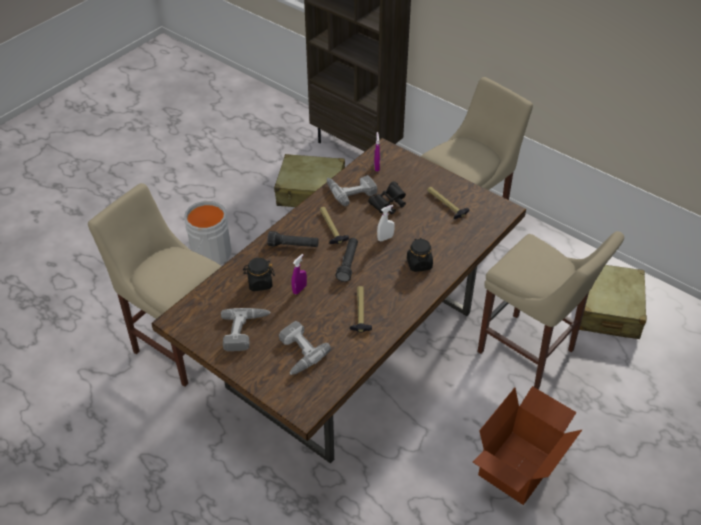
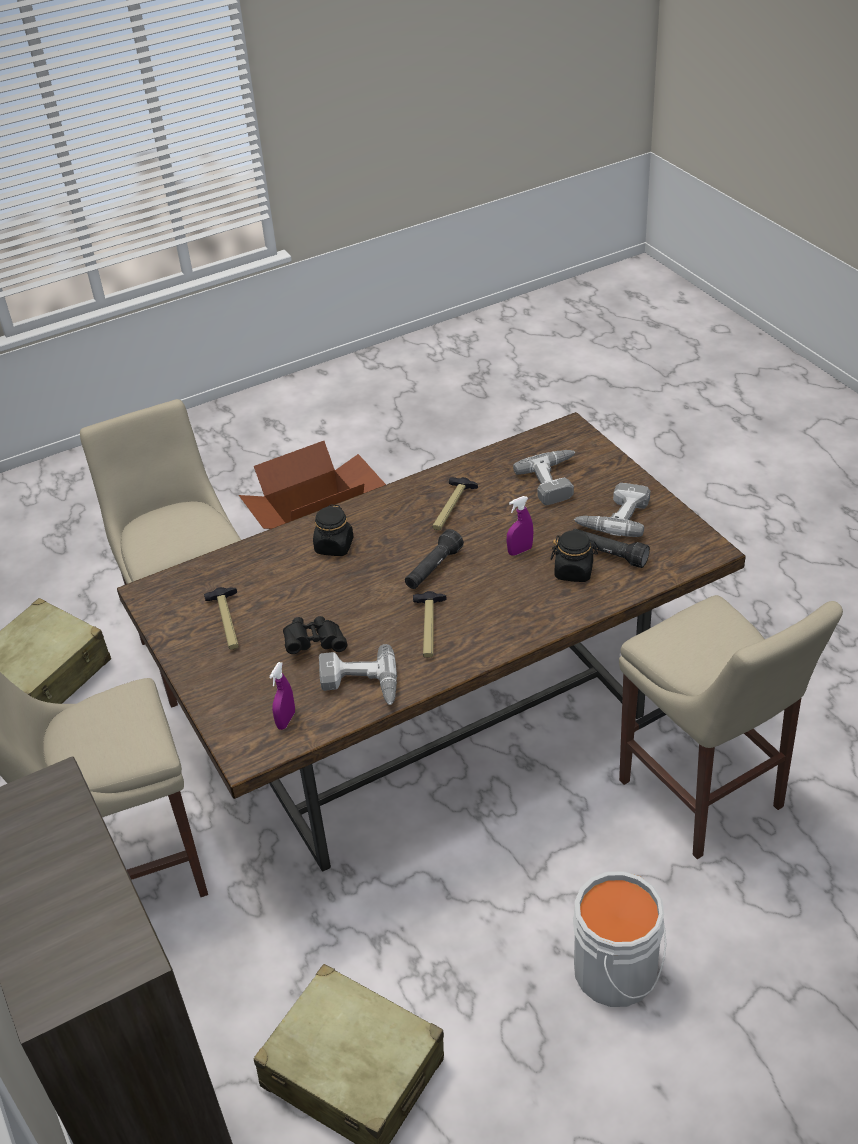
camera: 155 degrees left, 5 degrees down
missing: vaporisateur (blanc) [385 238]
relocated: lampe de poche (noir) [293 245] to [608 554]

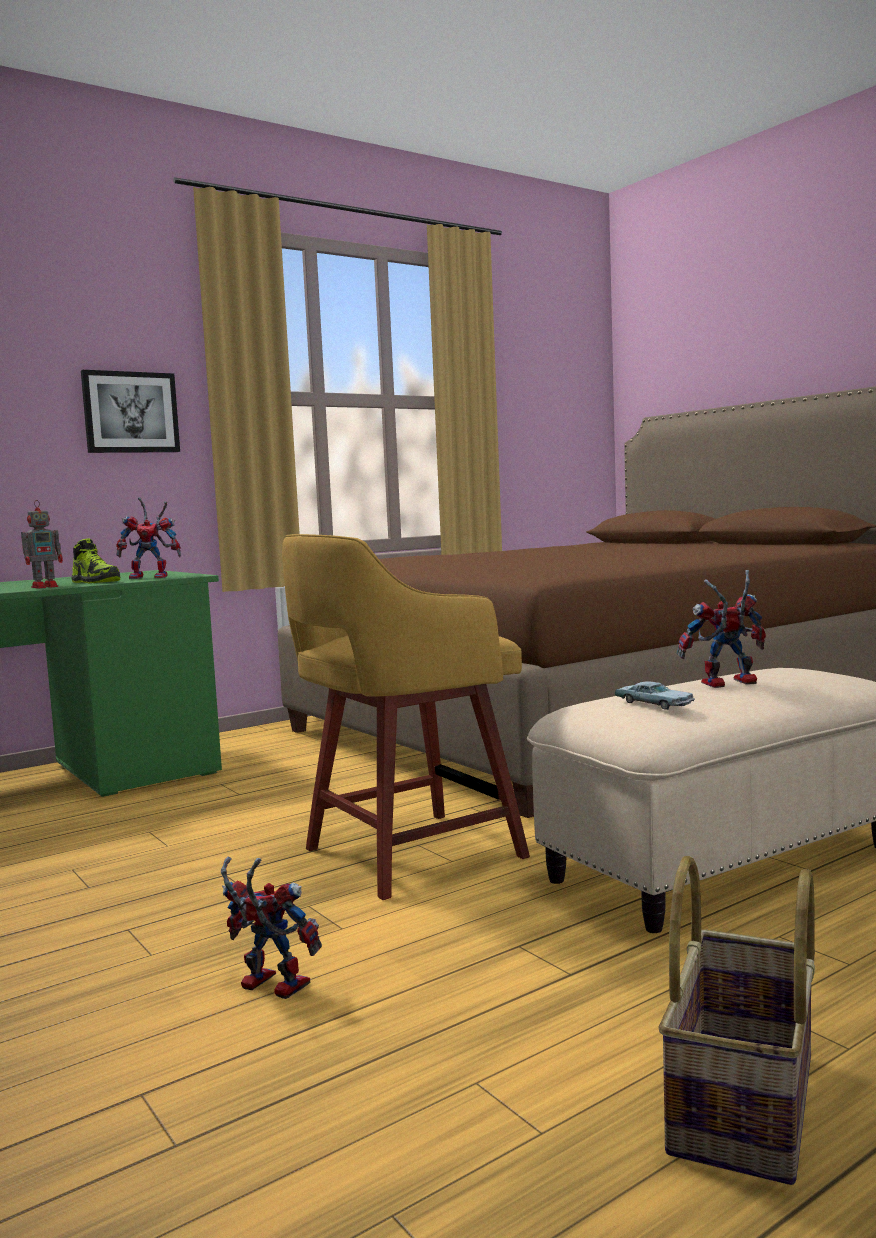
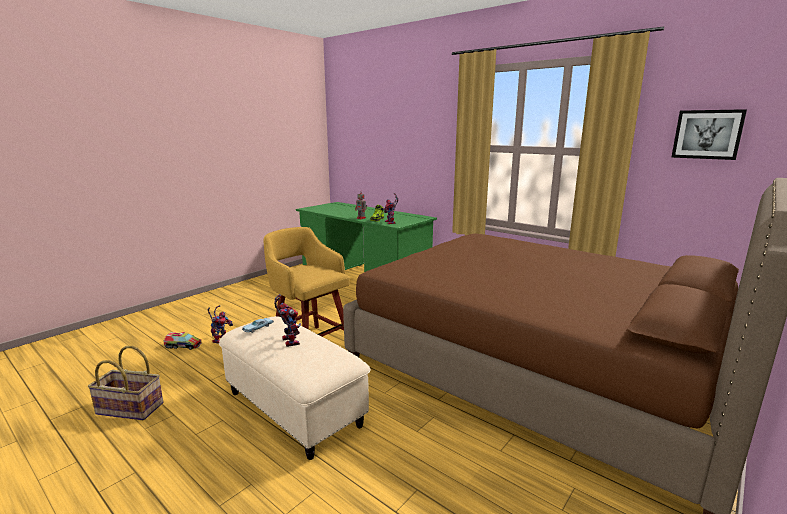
camera: 75 degrees right, 10 degrees up
appeared: camion jouet [183 346]
relocated: tableau [130 412] to [707 134]

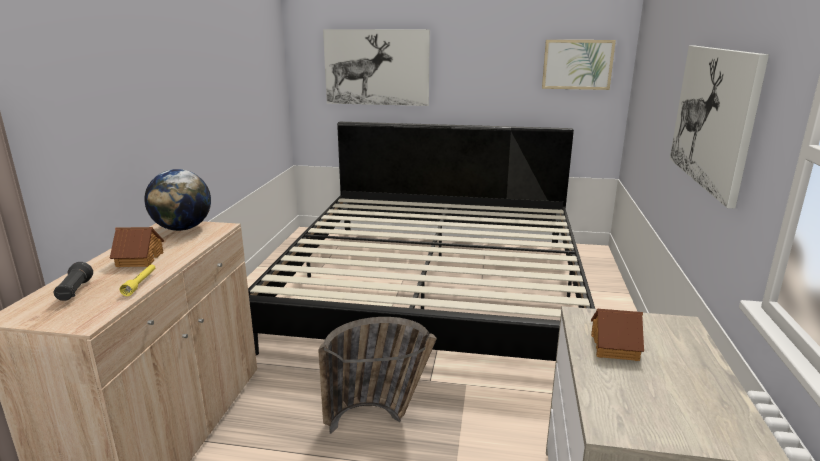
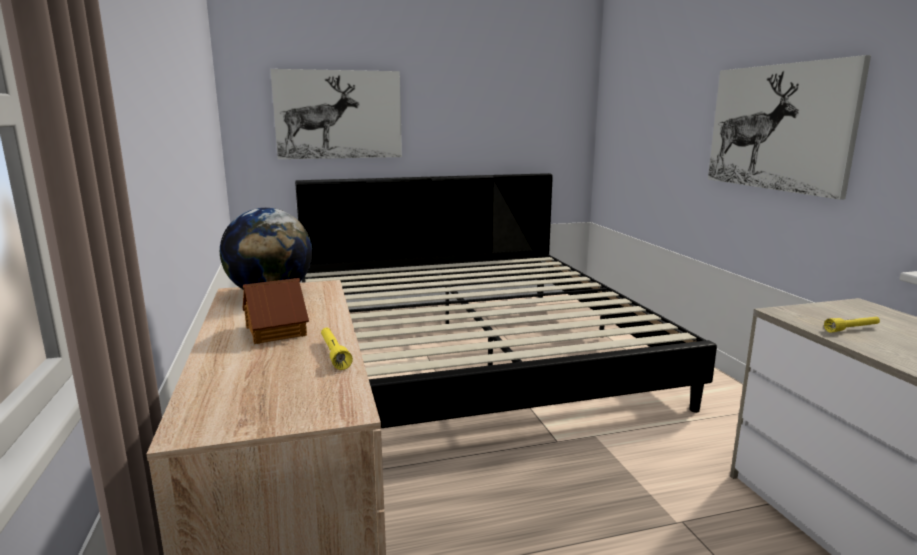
camera: 25 degrees left, 5 degrees down
missing: lampe de poche (noir) [74 291]; panier [378 417]; tableau [577 64]
exchanged: maison miniature [615 347] to lampe de poche (jaune) [852 329]

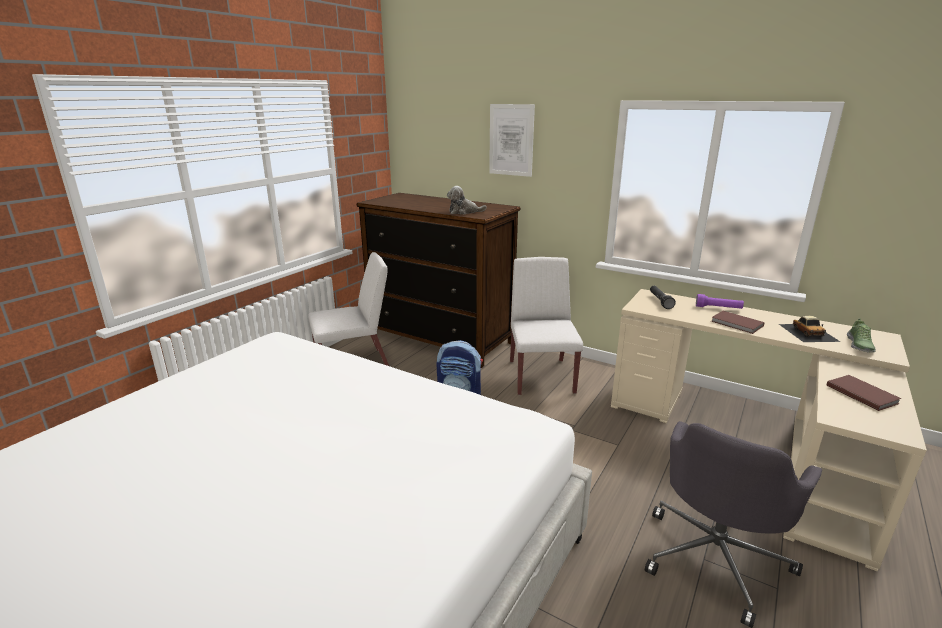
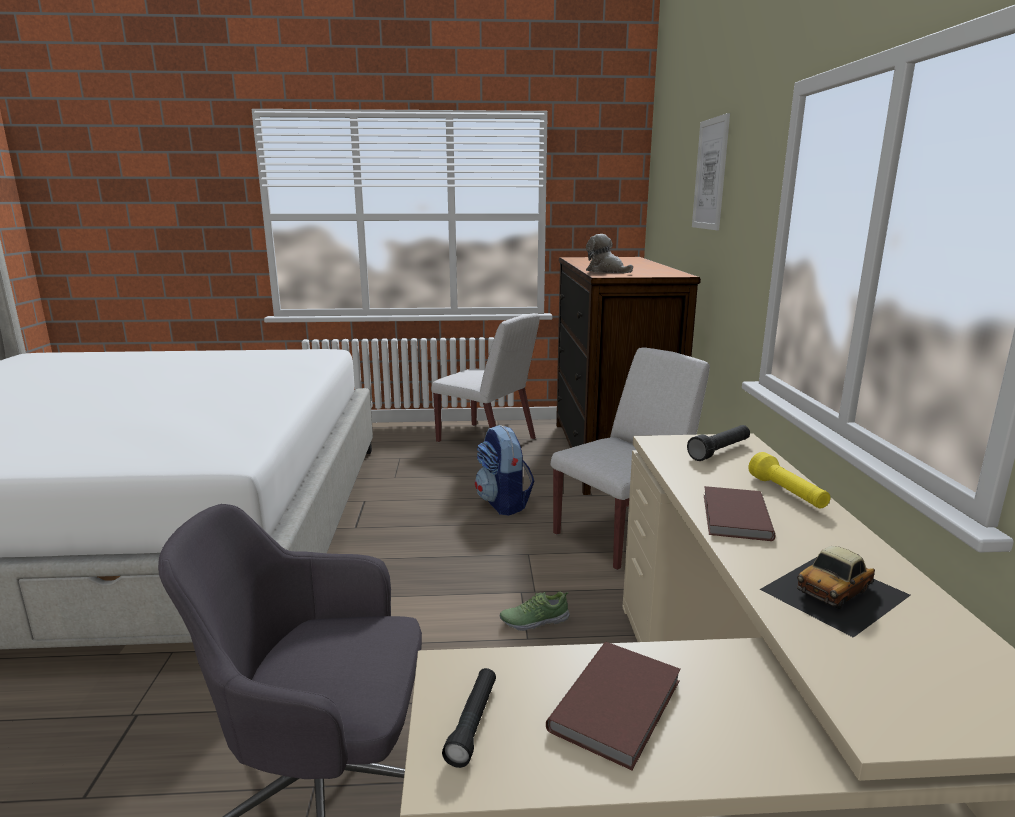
camera: 55 degrees right, 5 degrees down
appeared: lampe de poche (noir) [473 723]
relocated: chaussure [859 345] to [534 620]
colour: lampe de poche (violet) [718 308] to lampe de poche (jaune) [787 493]

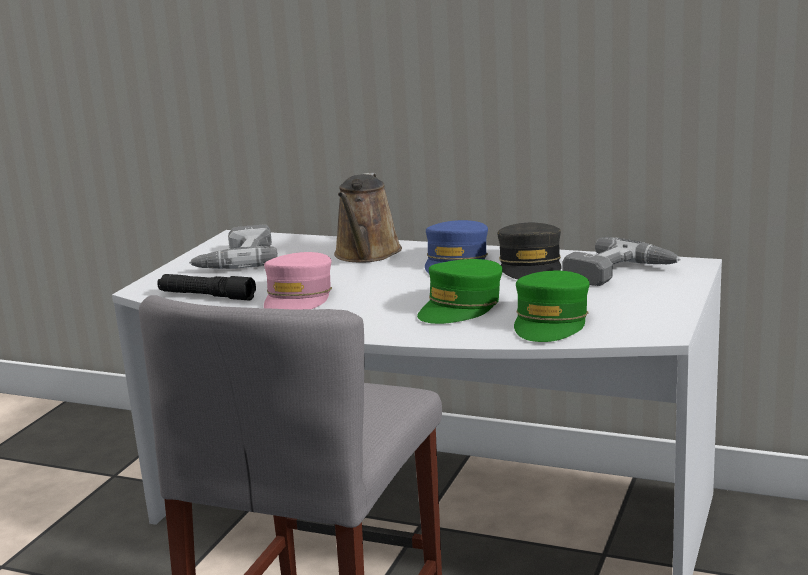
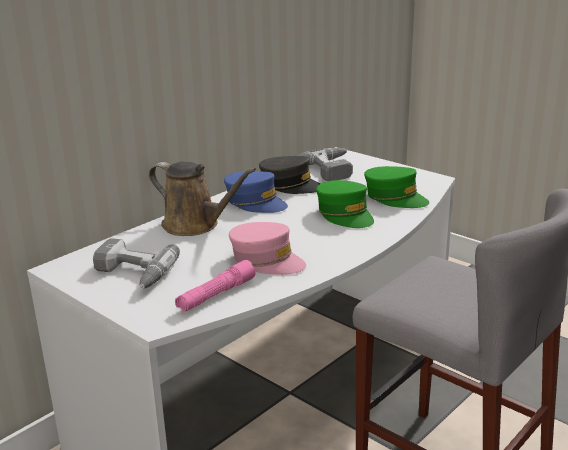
camera: 70 degrees left, 5 degrees up
colour: lampe de poche (noir) [207 296] to lampe de poche (rose) [216 295]

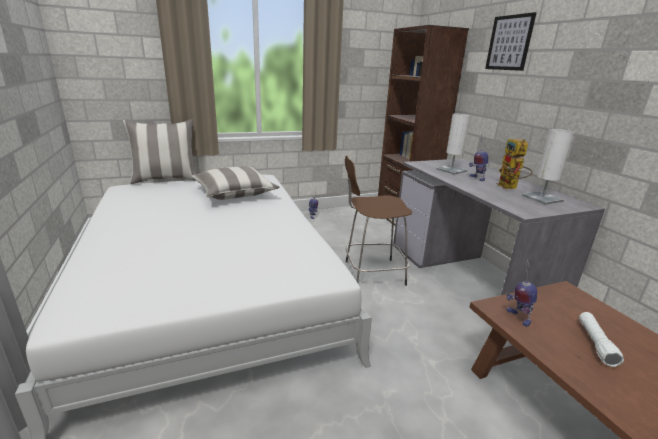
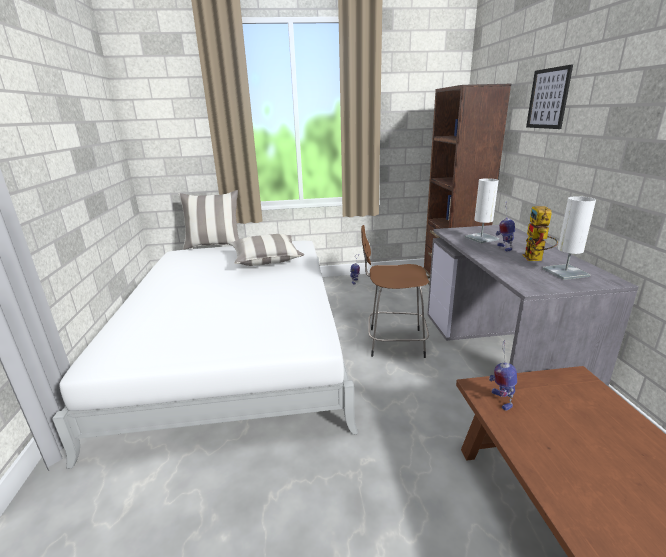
camera: 15 degrees right, 0 degrees up
missing: lampe de poche (blanc) [595 343]

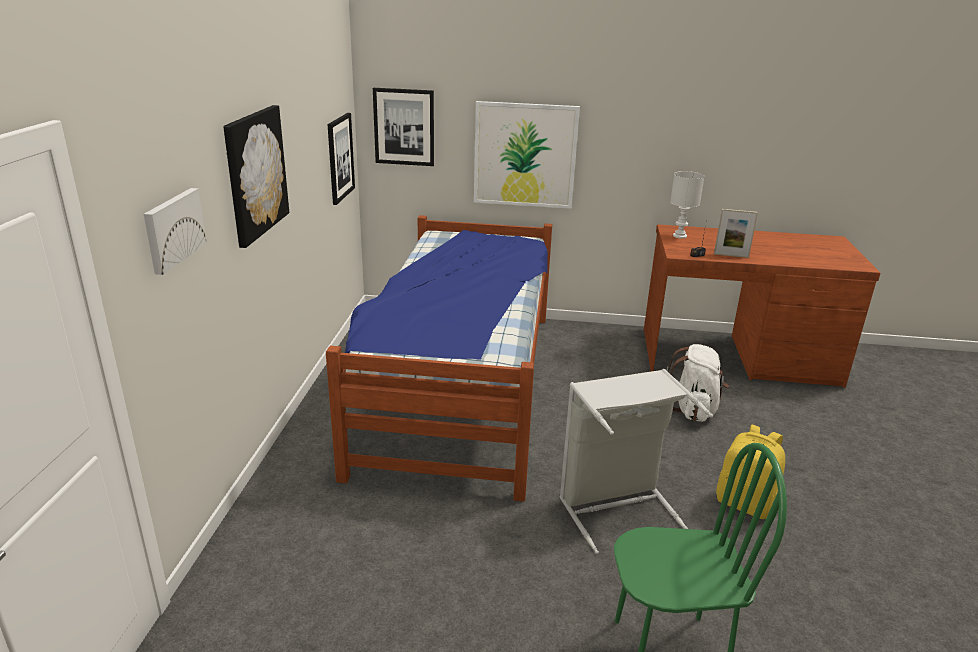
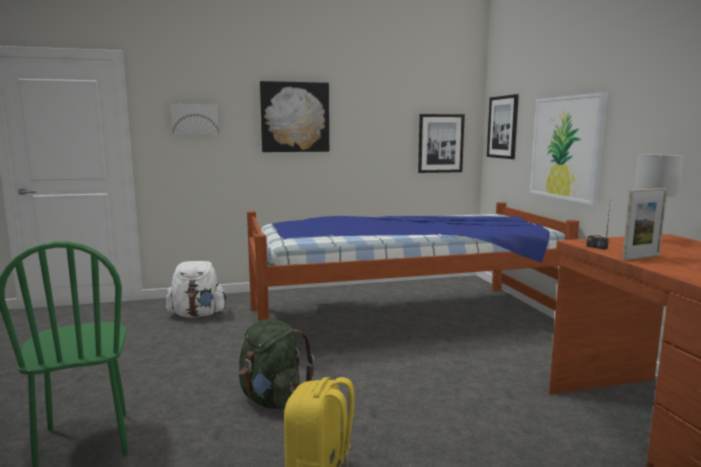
camera: 70 degrees right, 15 degrees down
relocated: sac à dos (blanc) [693 409] to [197 315]
exchanged: panier à linge (gris) [616 507] to sac à dos (vert) [272 399]
spun: cadre photo [731 255] = [641 257] 105 degrees counterclockwise

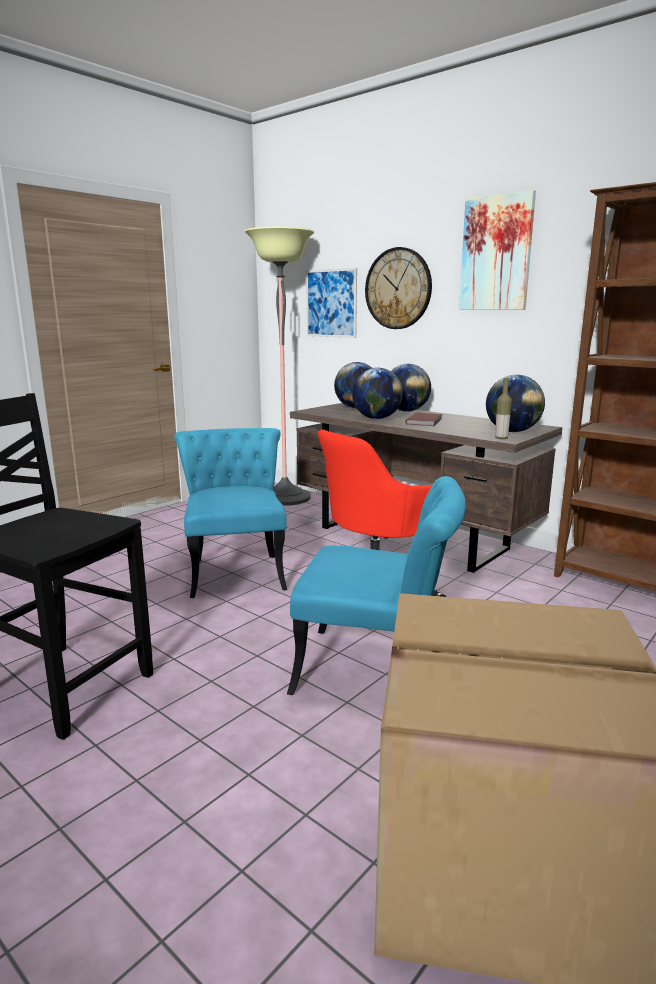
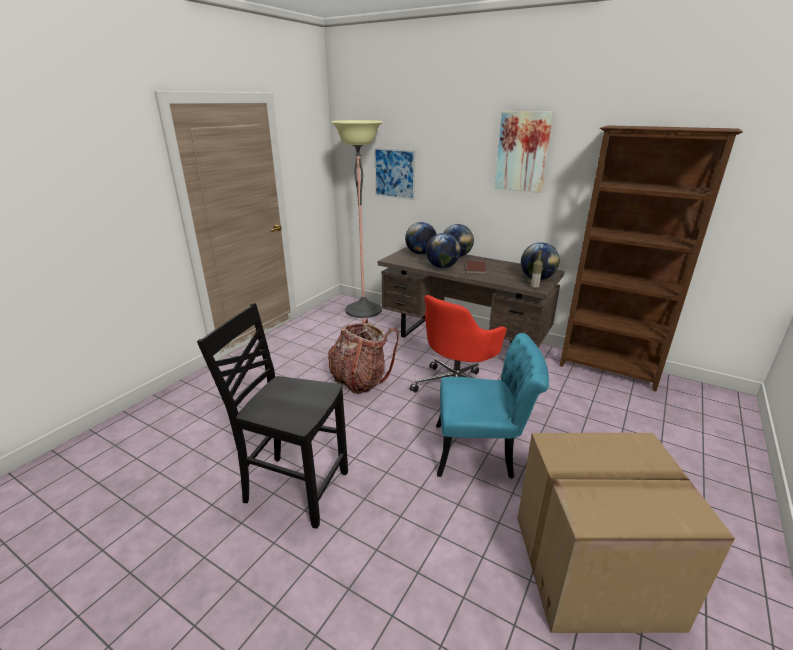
camera: 10 degrees left, 10 degrees up
missing: horloge murale [398 288]
exchanged: chaise (turquoise) [236 570] to sac à dos [360 380]

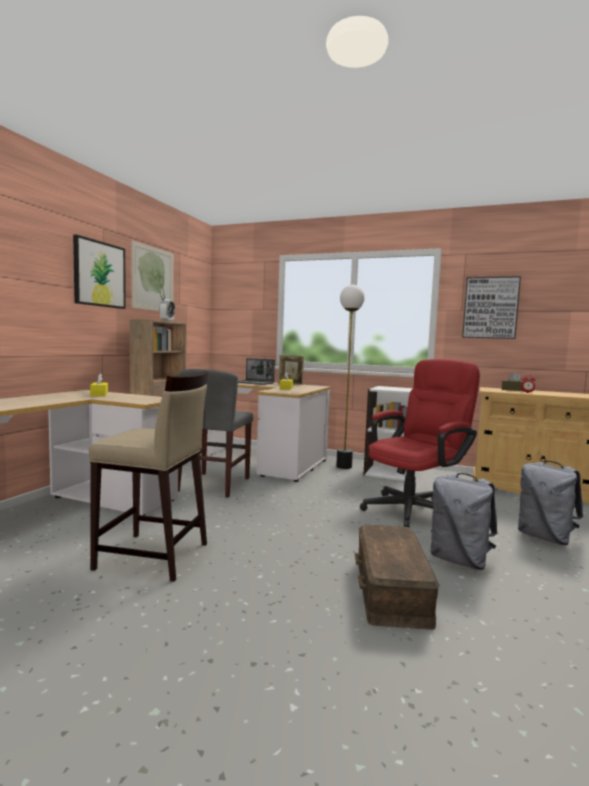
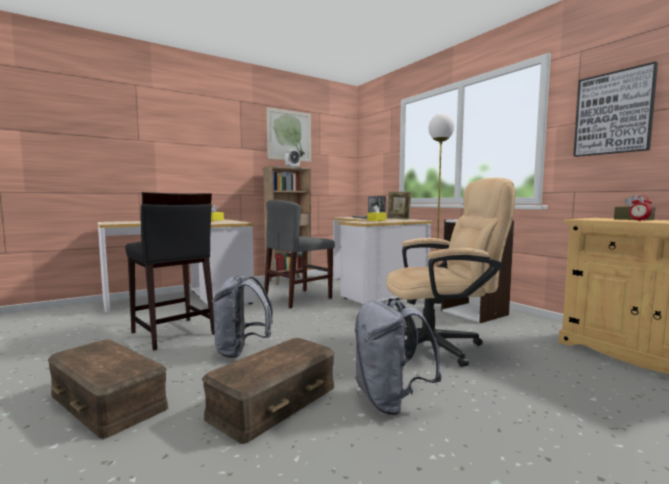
camera: 35 degrees right, 0 degrees up
missing: tableau [99 274]
appeared: boîte de rangement (marron) [106 401]
relocated: sac à dos (gris) [545 537] to [241 351]
colour: tabouret (beige) [153 556] to tabouret (noir) [173 333]; chaise de bureau (rouge) [415 508] to chaise de bureau (beige) [439 346]

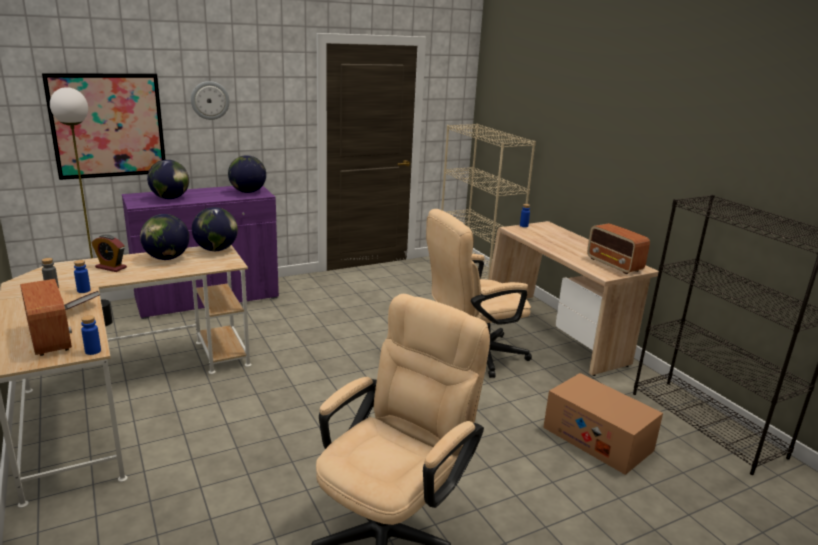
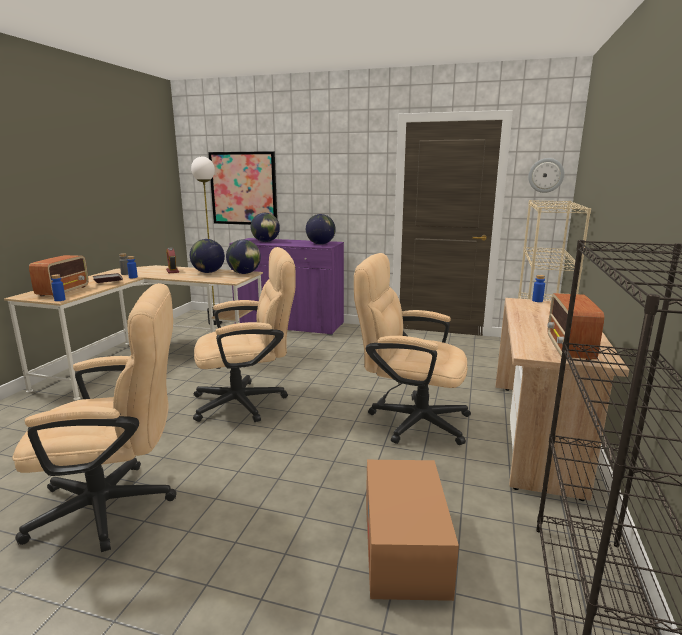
camera: 45 degrees right, 5 degrees down
appeared: chaise de bureau (beige) [248 402]
relocated: horloge murale [210 100] to [546 175]

